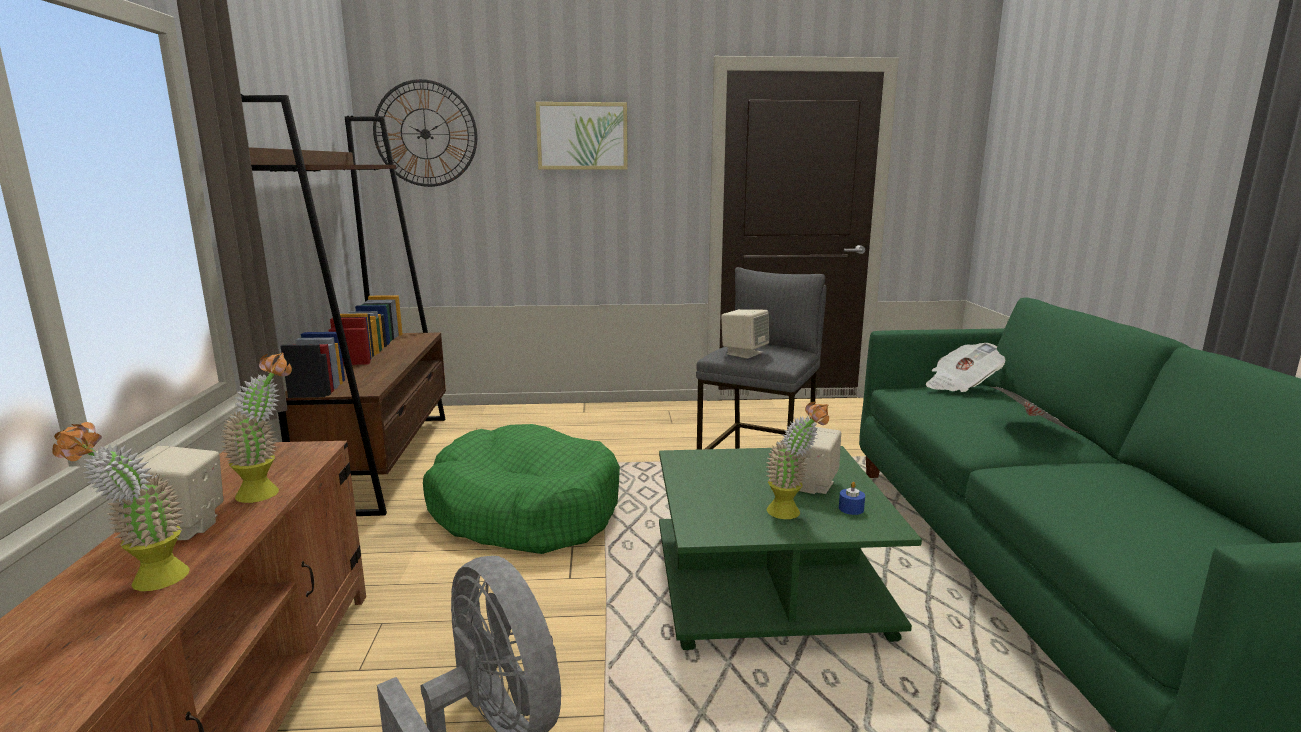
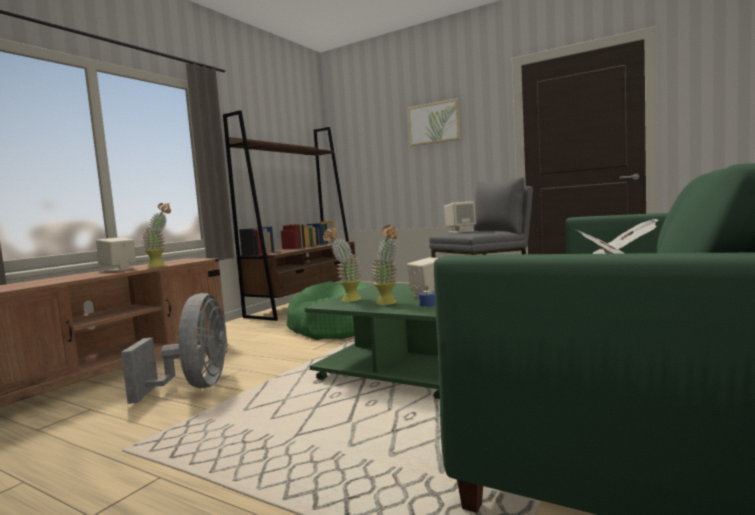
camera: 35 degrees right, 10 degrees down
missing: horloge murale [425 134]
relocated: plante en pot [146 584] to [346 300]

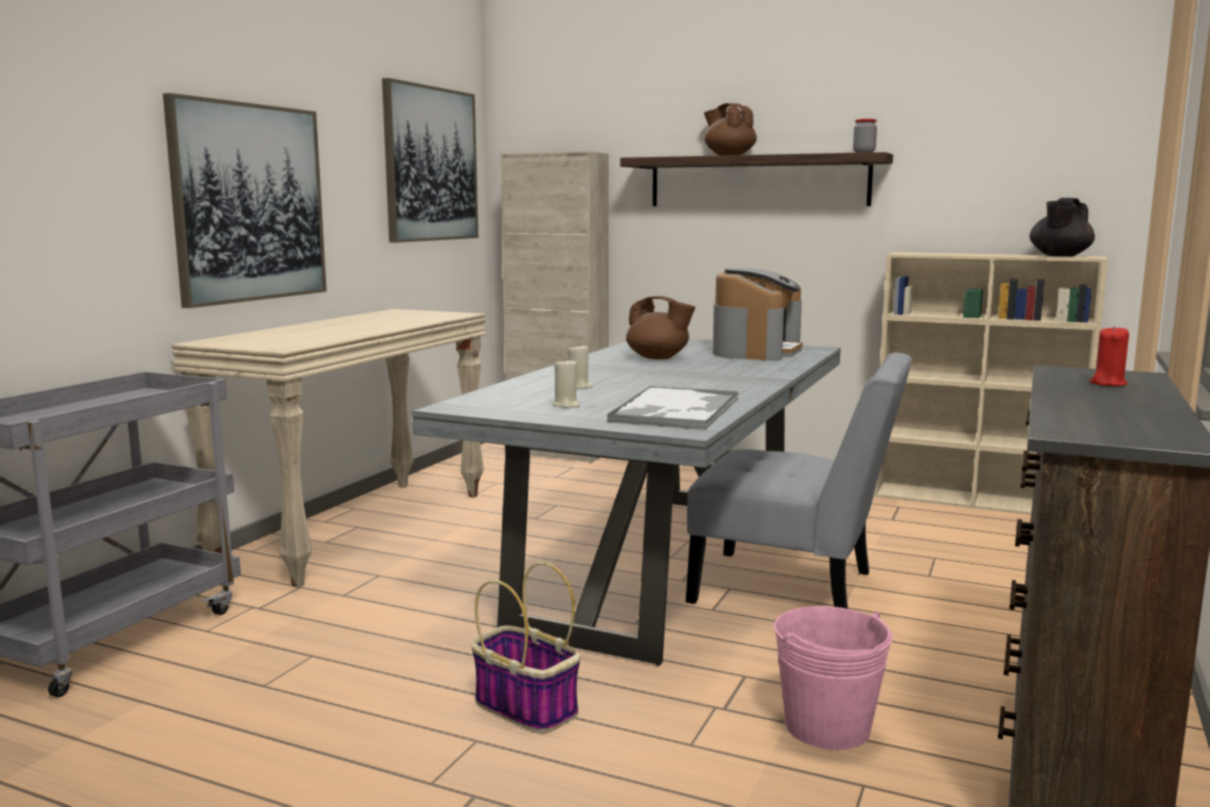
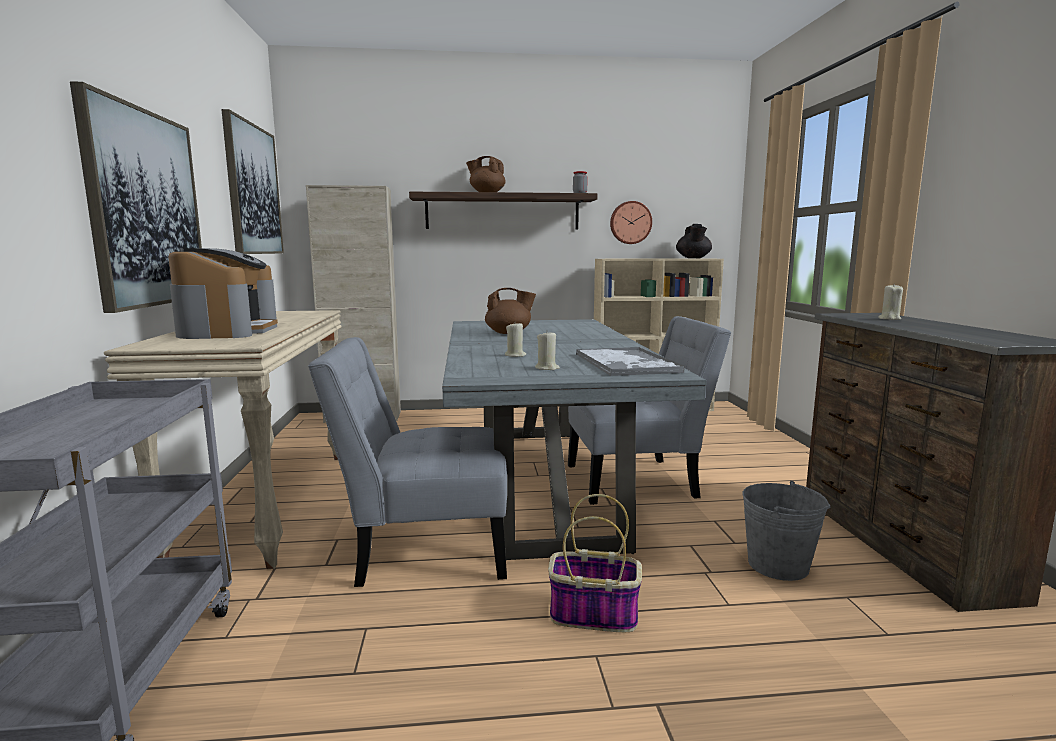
camera: 30 degrees left, 0 degrees up
appeared: chaise (gris) [424 548]; horloge murale [630 222]
relocated: machine à café [756 351] to [228 330]
colour: seau (rose) [827 727] to seau (gris) [778 565]; bougie (rouge) [1107 384] to bougie (beige) [889 319]

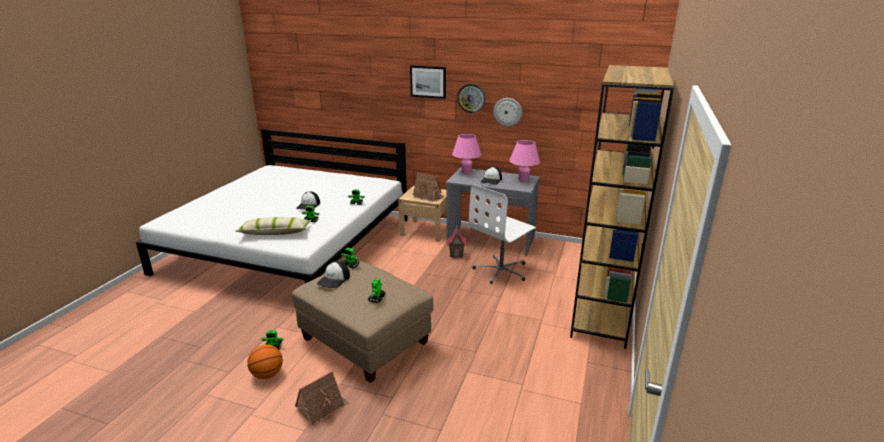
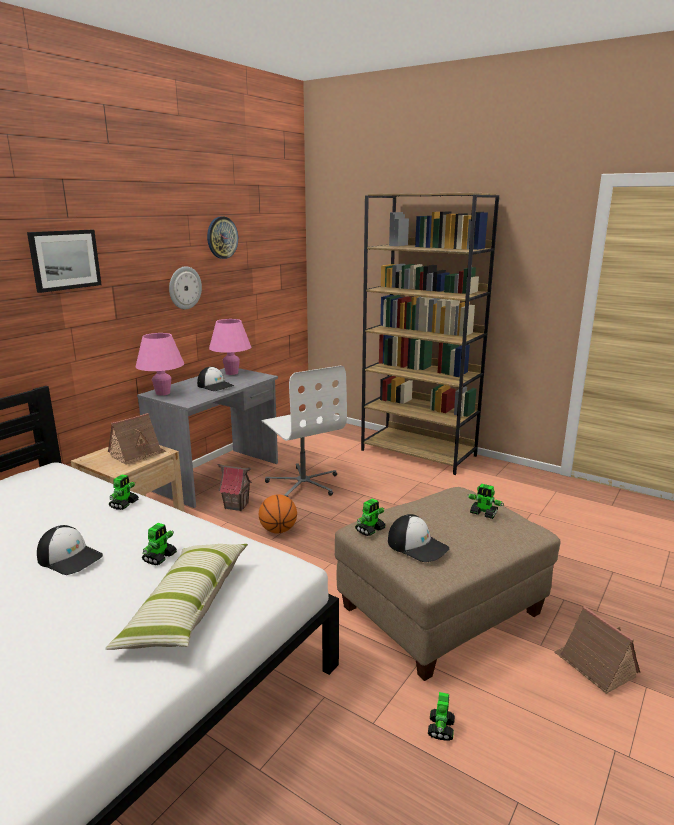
camera: 75 degrees left, 5 degrees down
relocated: ballon de basket [267 374] to [278 530]; horloge murale [471 98] to [222 237]

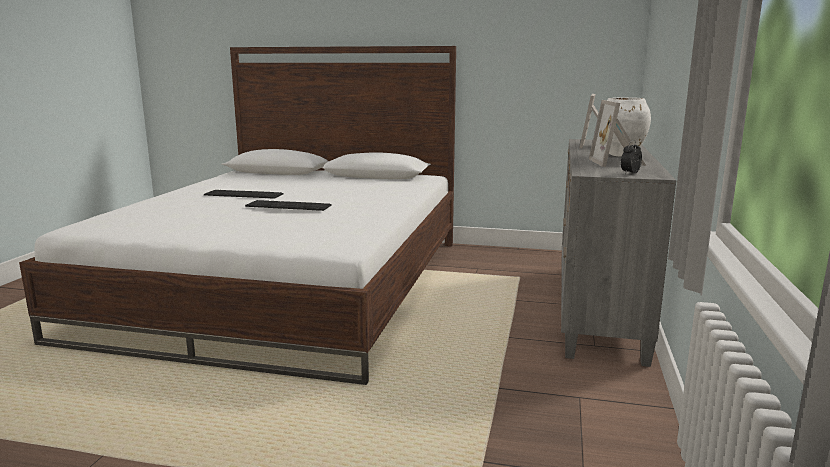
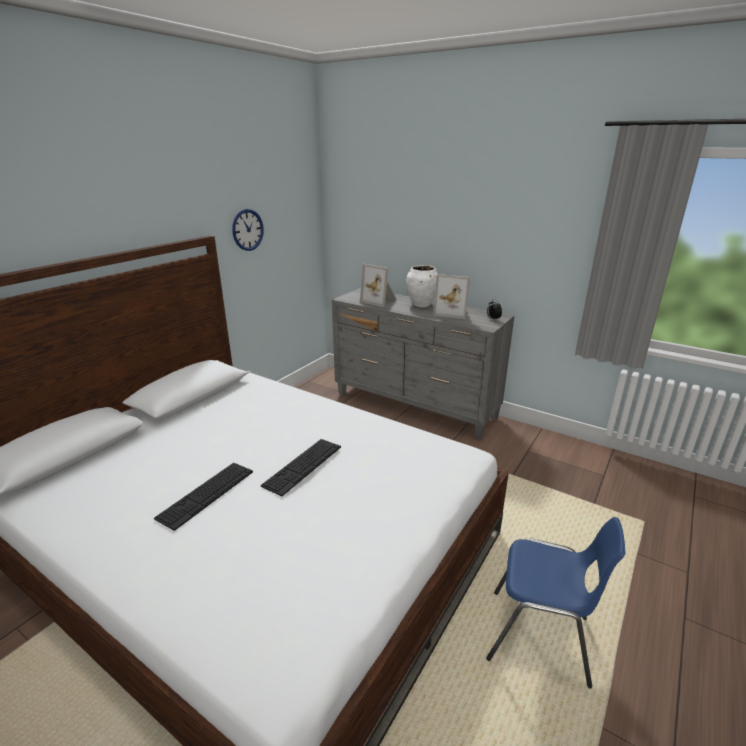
camera: 70 degrees left, 10 degrees up
appeared: horloge murale [247 230]; chaise (bleu) [539 638]

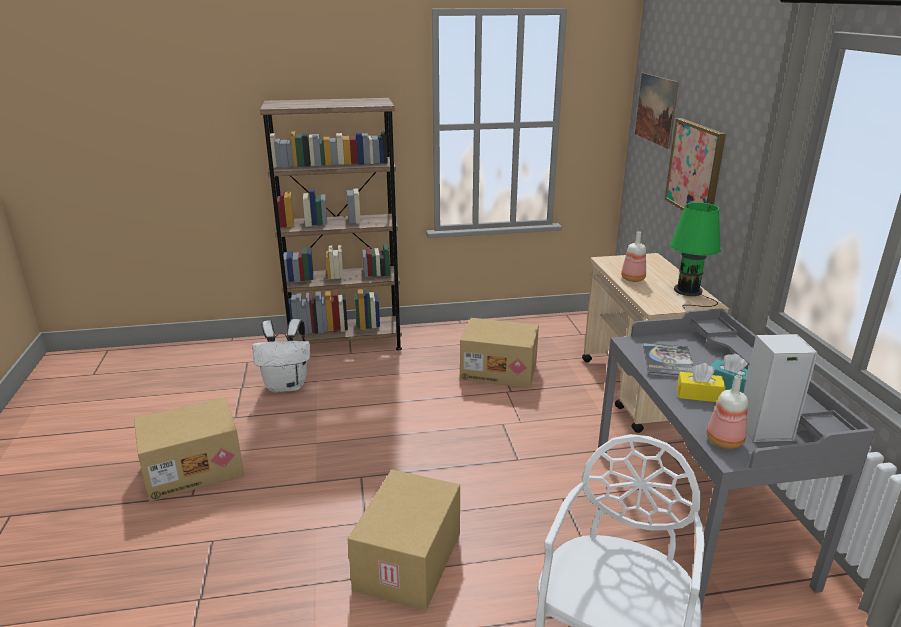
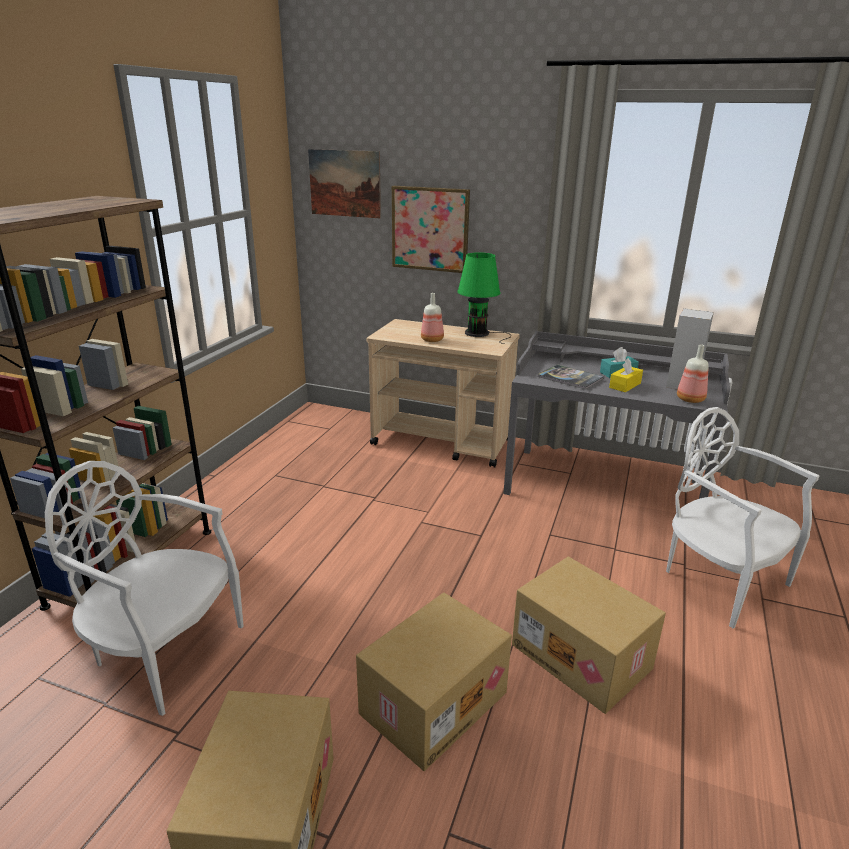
camera: 60 degrees left, 0 degrees up
relocated: carton [499 370] to [433 701]
exchanged: sac à dos (blanc) [287 385] to chaise (blanc) [164 651]

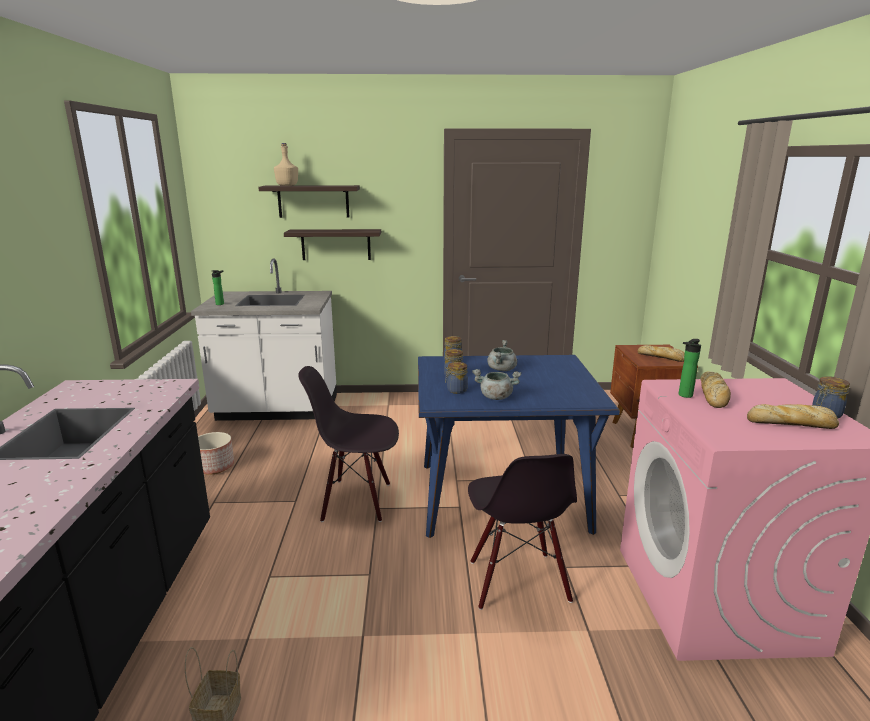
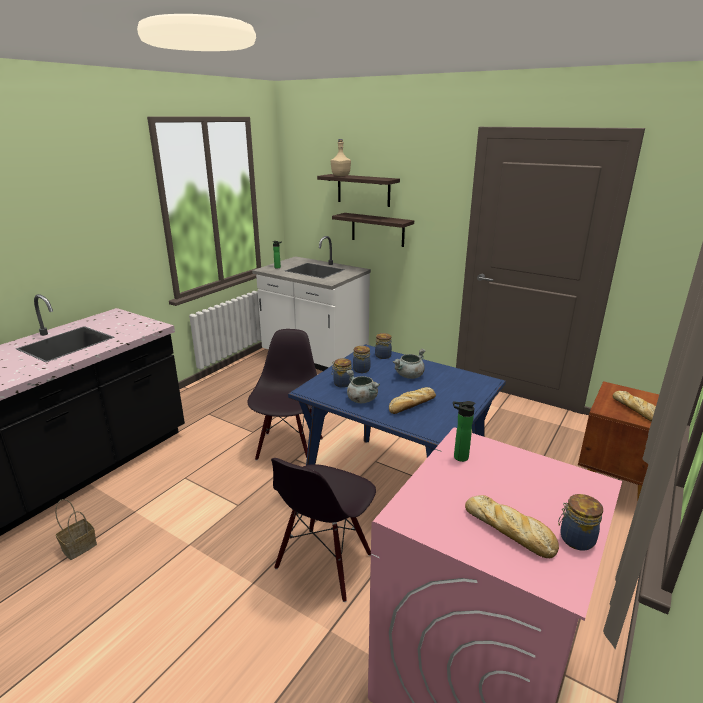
camera: 35 degrees right, 5 degrees up
missing: cache-pot [214 466]
relocated: pain [713 395] to [411 405]
spun: chaise (noir) [356 501] = [288 448] 60 degrees clockwise

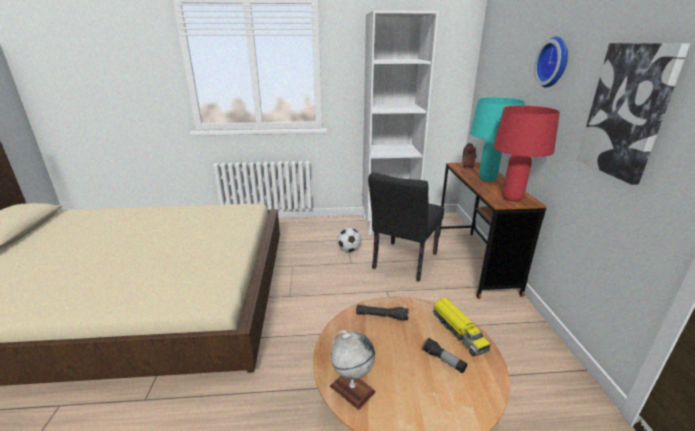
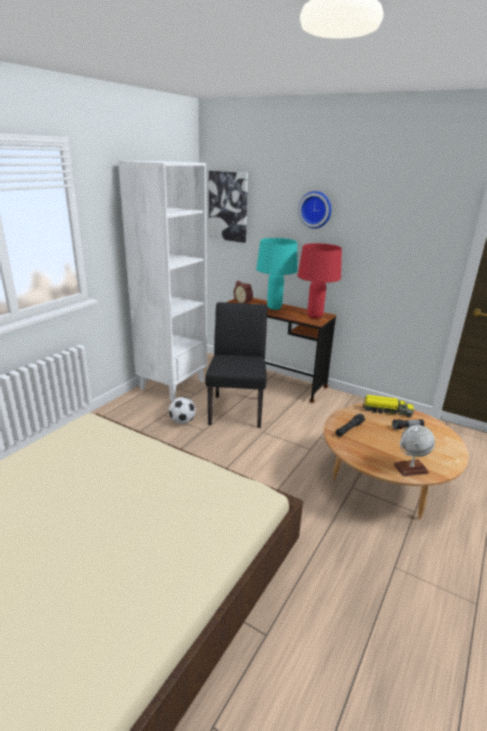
camera: 55 degrees left, 0 degrees up
relocated: tableau [627 111] to [228 206]
spun: chaise (noir) [402 263] = [237 408] 150 degrees counterclockwise

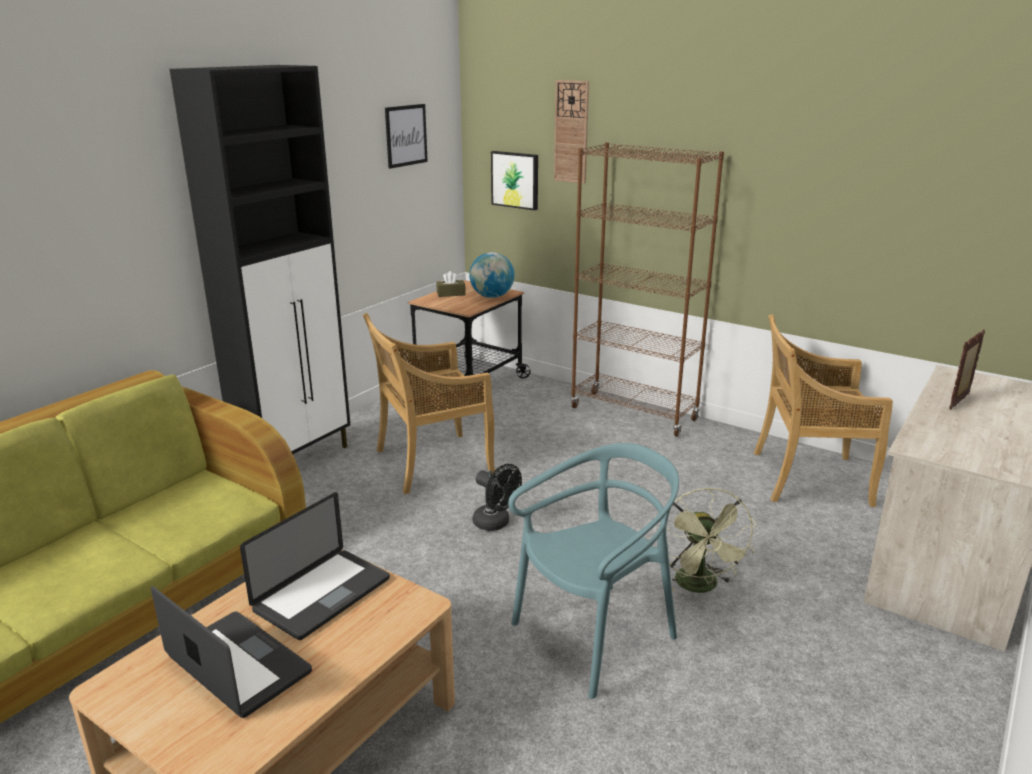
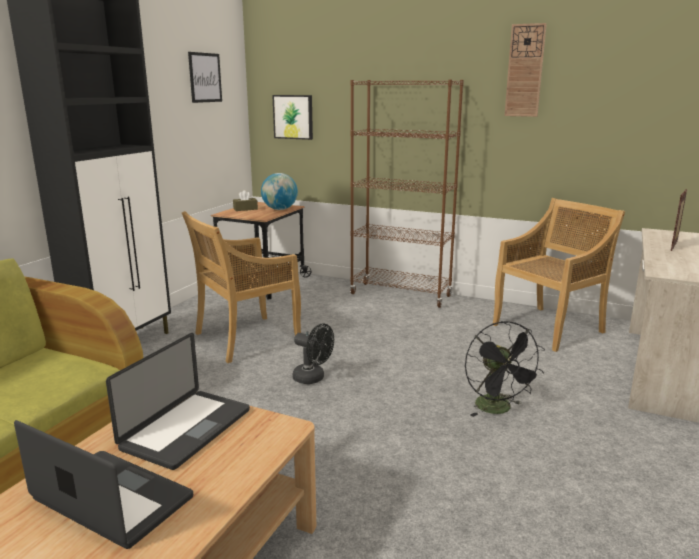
camera: 10 degrees left, 5 degrees down
missing: chaise (turquoise) [595 635]
relocated: horloge murale [571 132] to [525 71]
colour: ventilateur (vert) [700 587] to ventilateur (noir) [498 409]
spun: chaise (beige) [808 478] = [548 328] 150 degrees clockwise

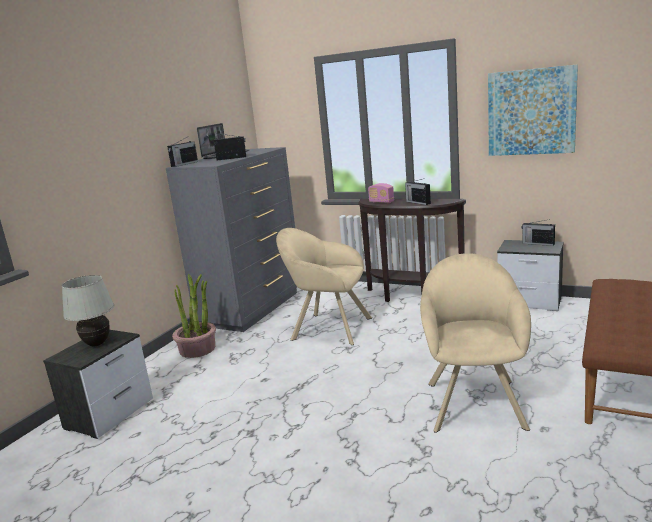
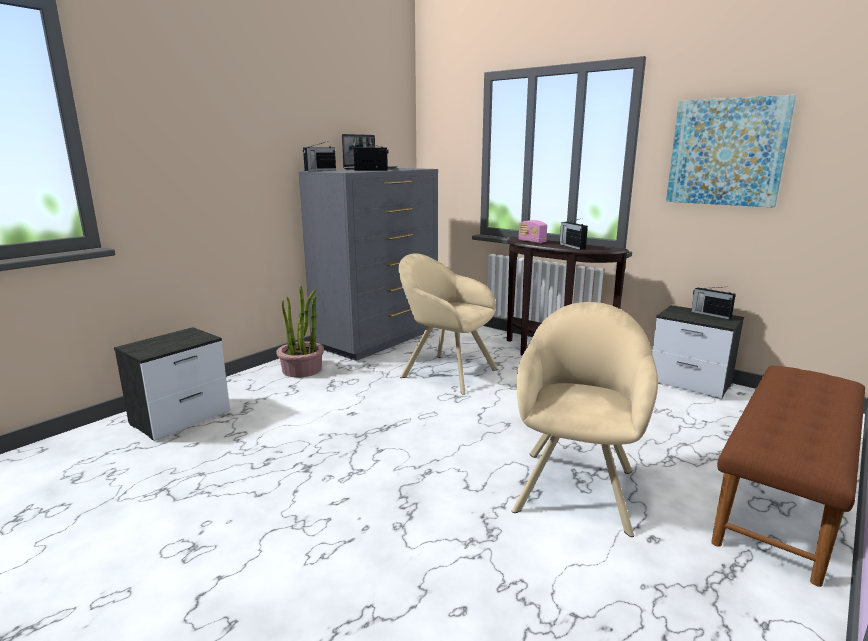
camera: 10 degrees right, 0 degrees up
missing: lampe de table (blanc) [97 344]

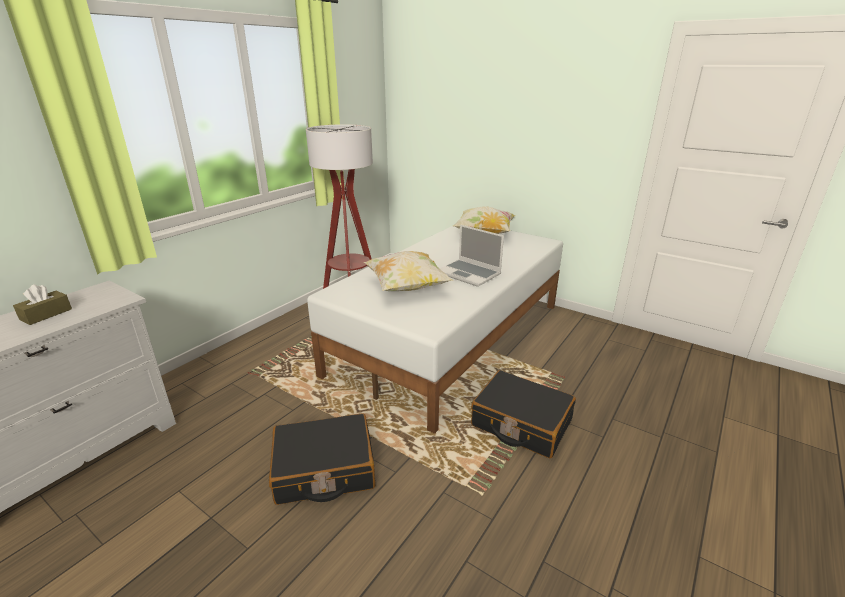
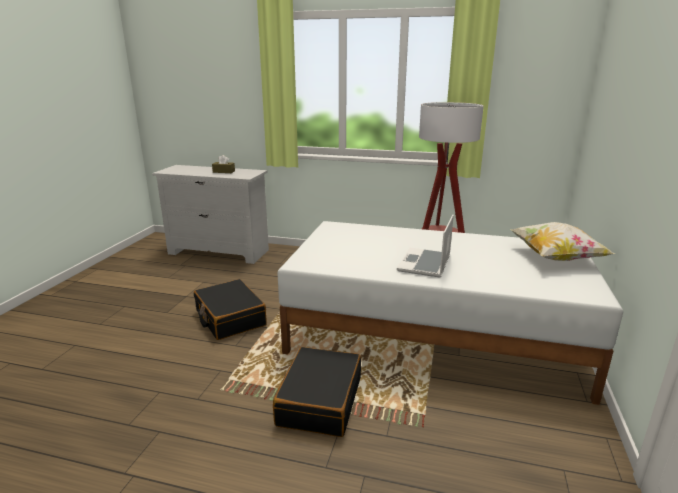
camera: 70 degrees right, 5 degrees down
missing: coussin [407 287]

